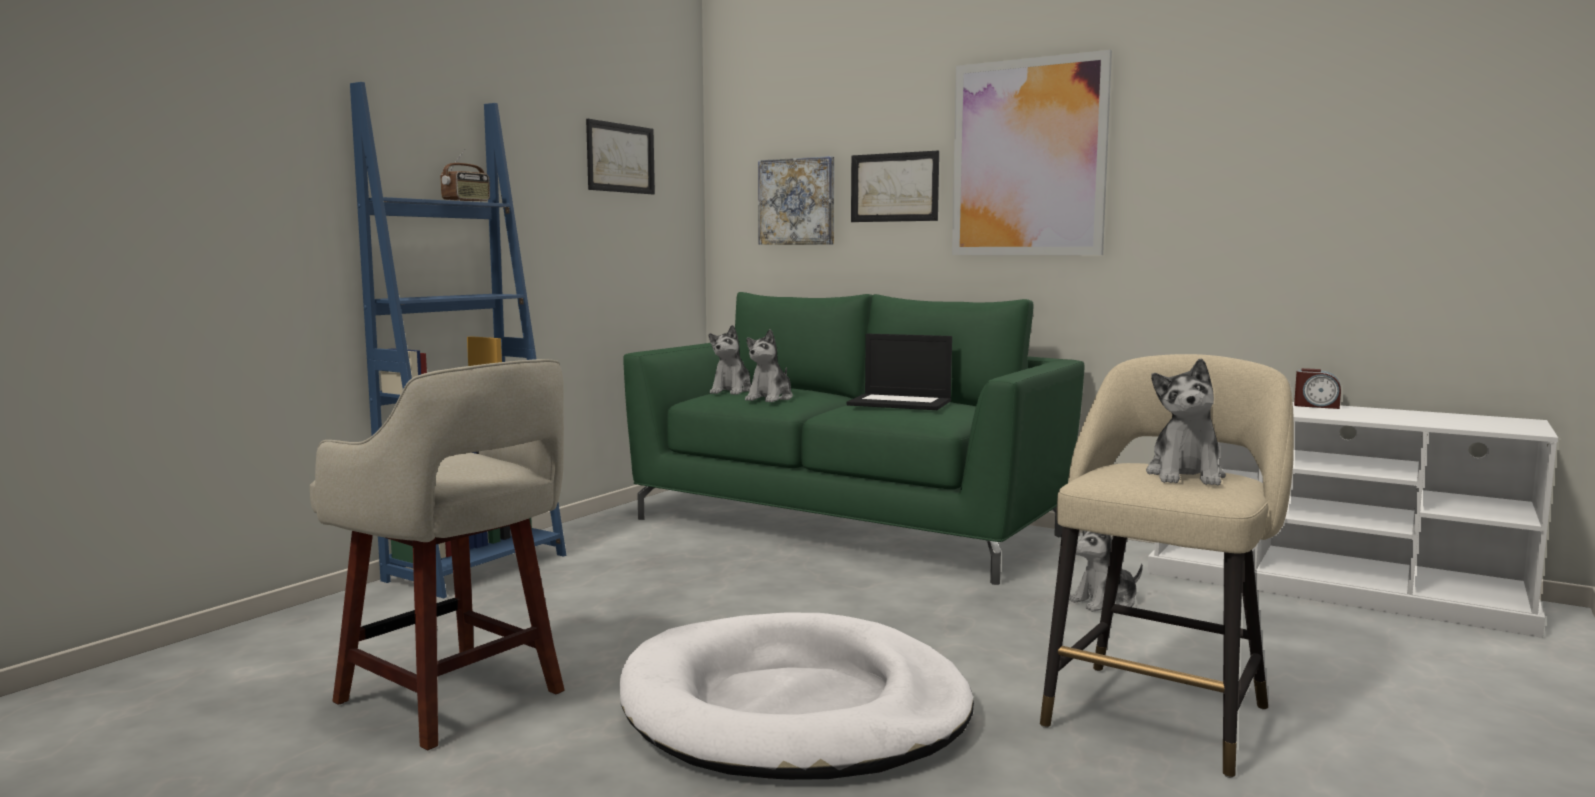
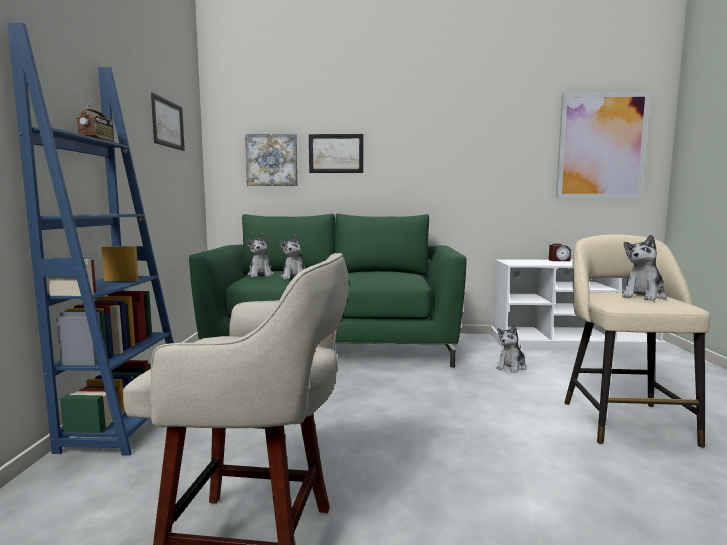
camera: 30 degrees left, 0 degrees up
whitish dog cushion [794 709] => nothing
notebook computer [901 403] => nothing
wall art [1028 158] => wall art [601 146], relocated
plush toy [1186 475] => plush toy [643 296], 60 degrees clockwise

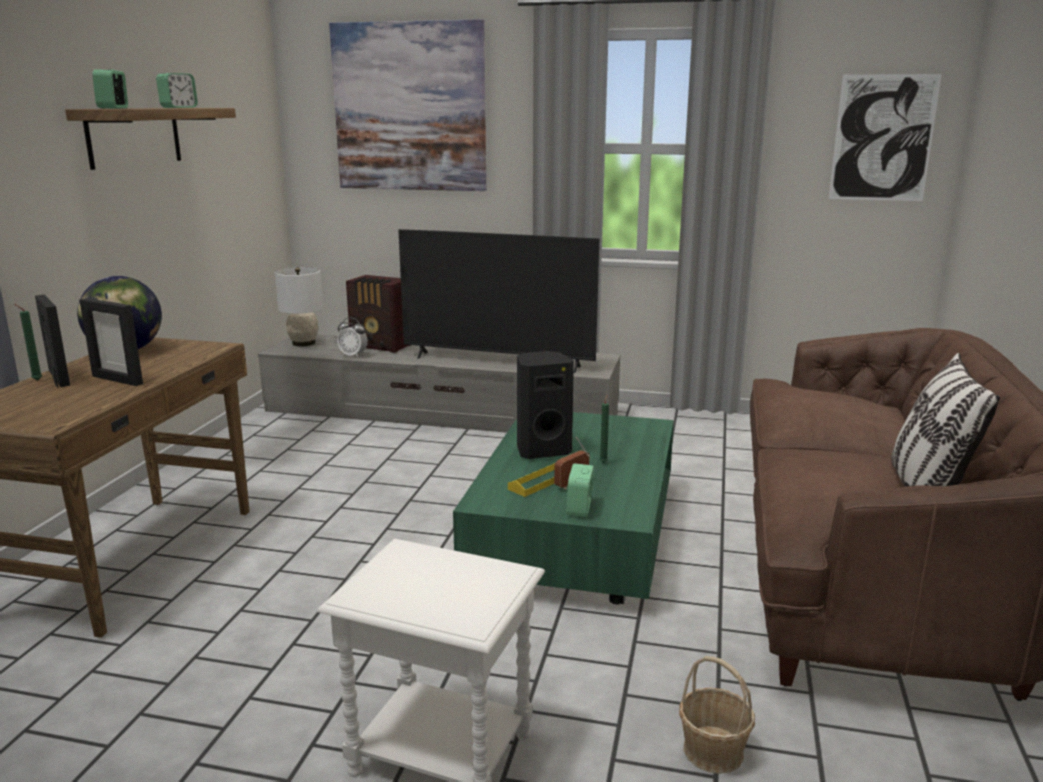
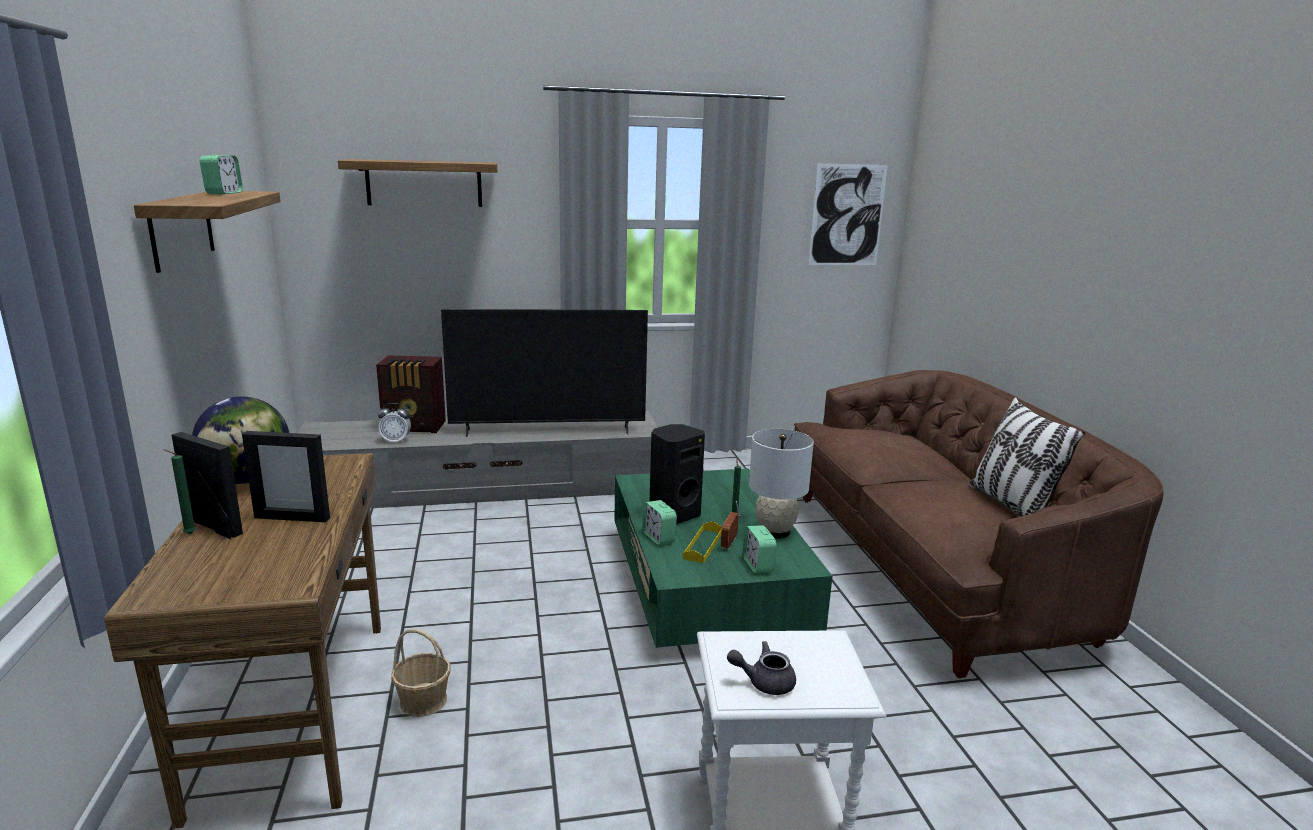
camera: 25 degrees left, 0 degrees up
nothing => grey pot for tea [764 682]
bedside clock [113 108] => bedside clock [658 538], relocated
whitish lamp for a table [303 343] => whitish lamp for a table [774 531], relocated
basket [713 750] => basket [423 701], relocated
wall art [409 107] => shelf [424 183]

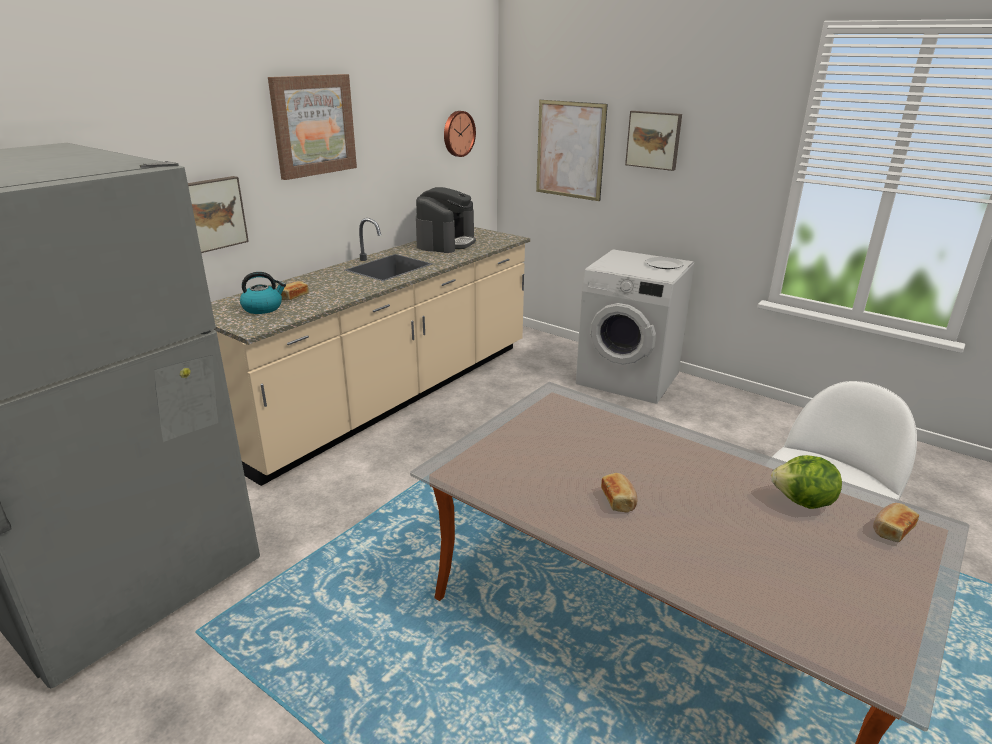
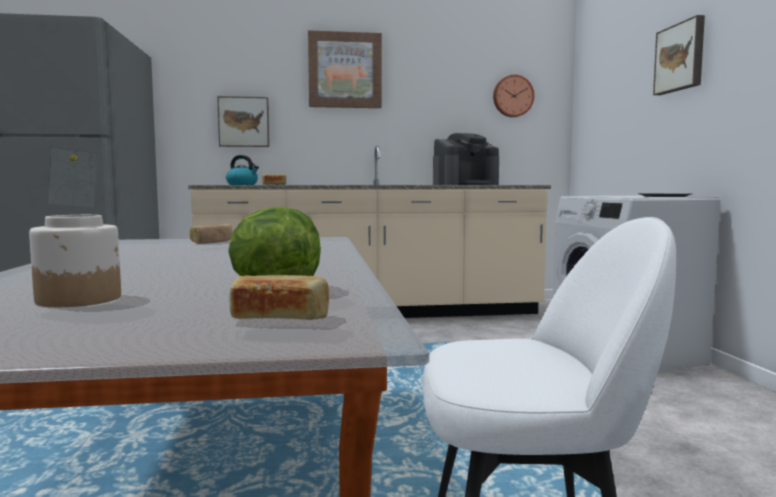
camera: 45 degrees right, 20 degrees down
wall art [570 150] => nothing
nothing => storage jar [80 299]
bread [619 500] => bread [212 242], relocated

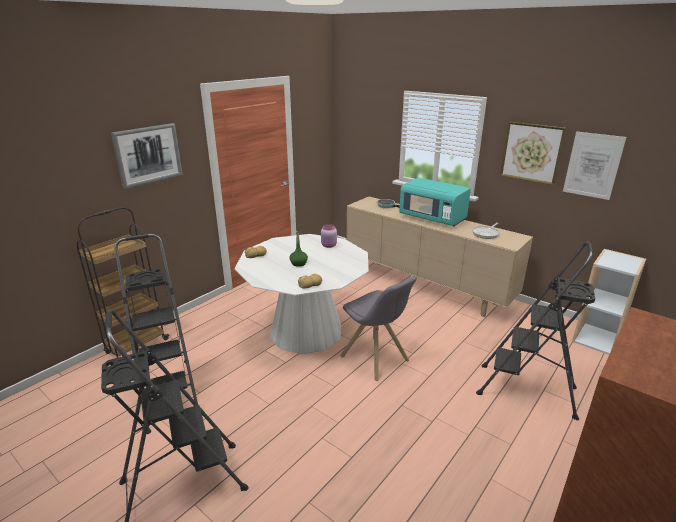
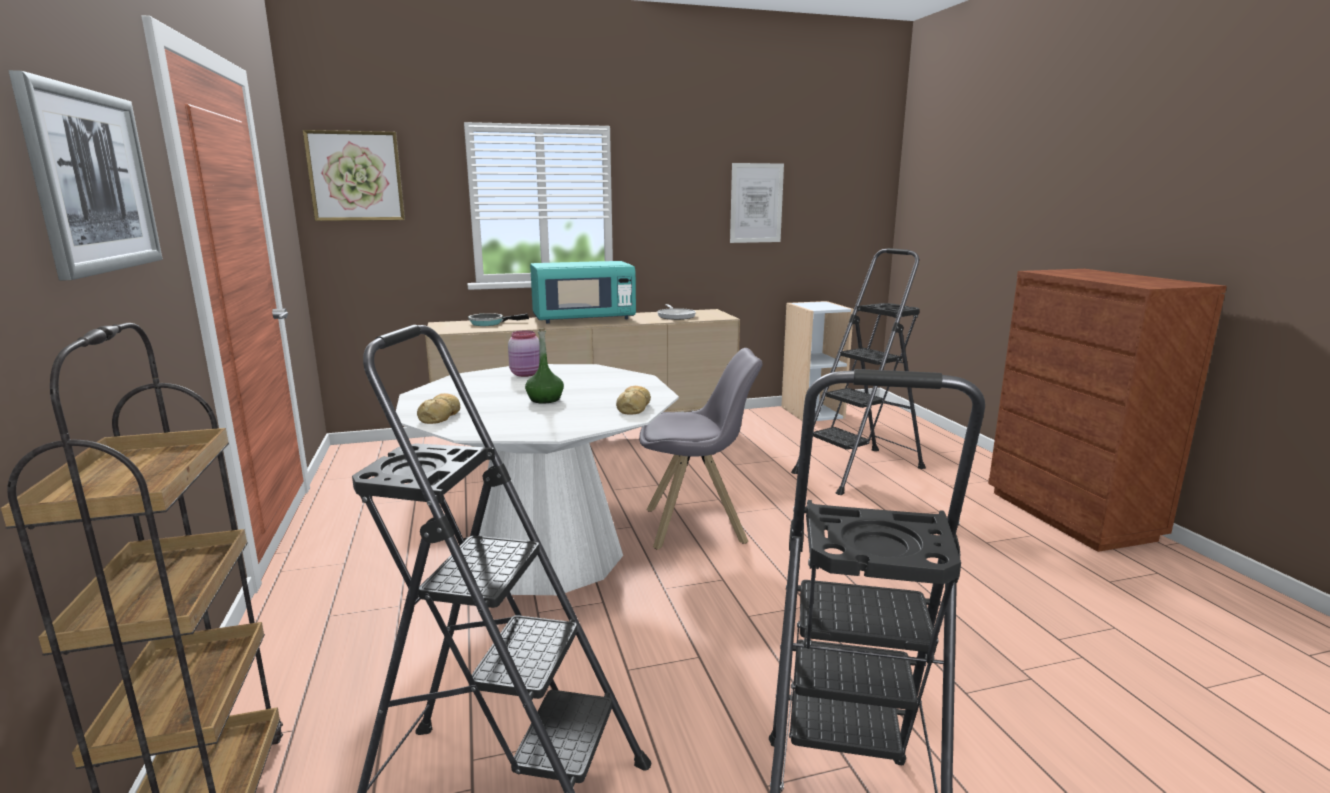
camera: 55 degrees left, 10 degrees down
wall art [531 152] => wall art [355 176], relocated

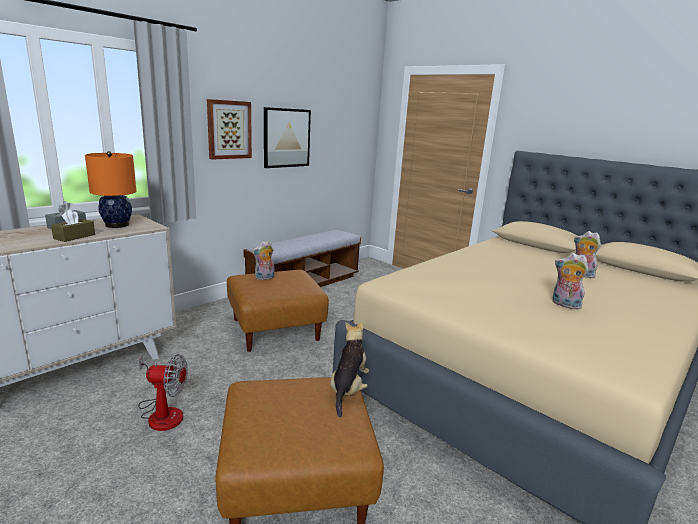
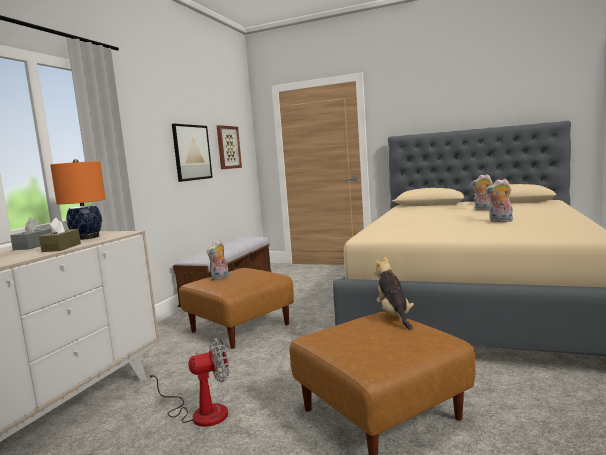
camera: 20 degrees left, 10 degrees down
wall art [229 129] => wall art [228 147], relocated

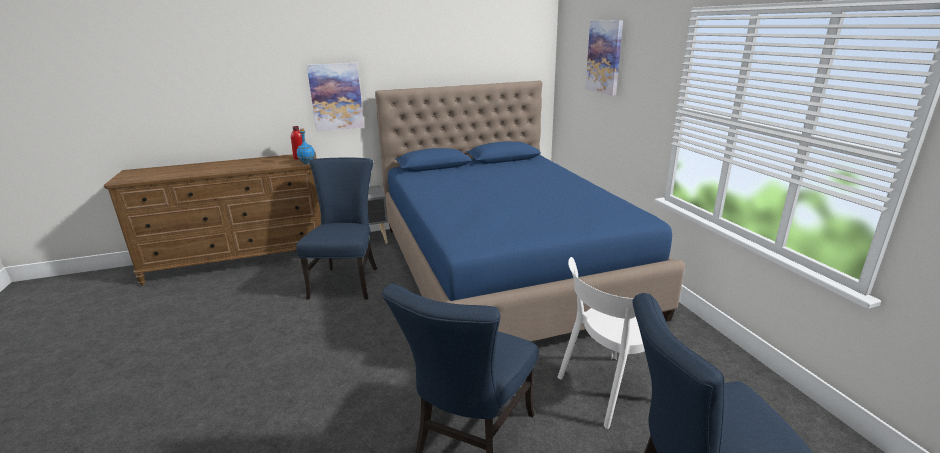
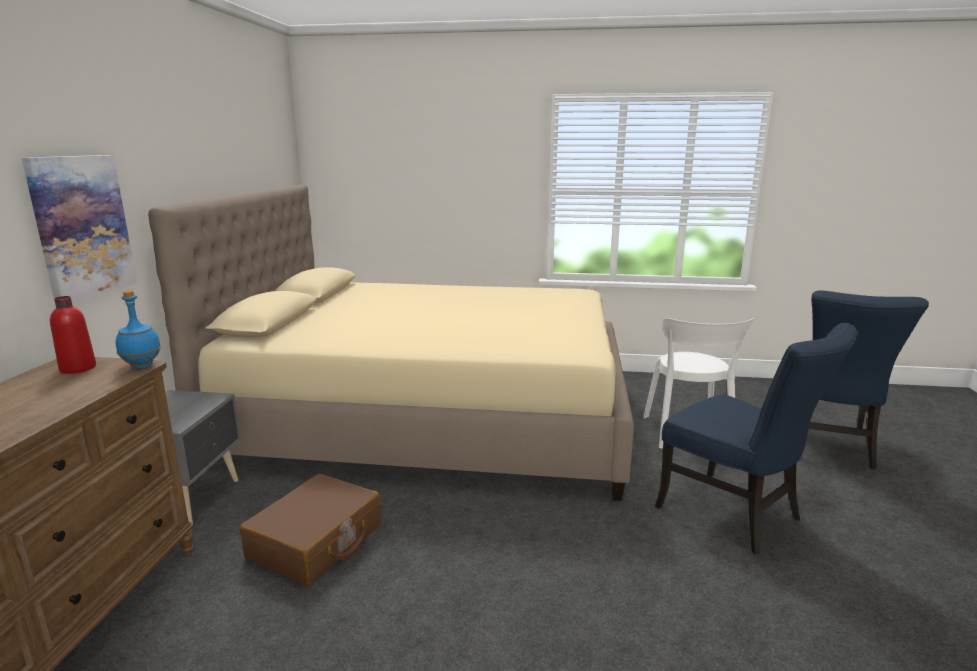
camera: 65 degrees left, 5 degrees down
wall art [604 57] => nothing
blue-coloured plain chair [347 280] => brownish suitcase [316 542]
blue-coloured bed [504 266] => beige-coloured bed [430 417]

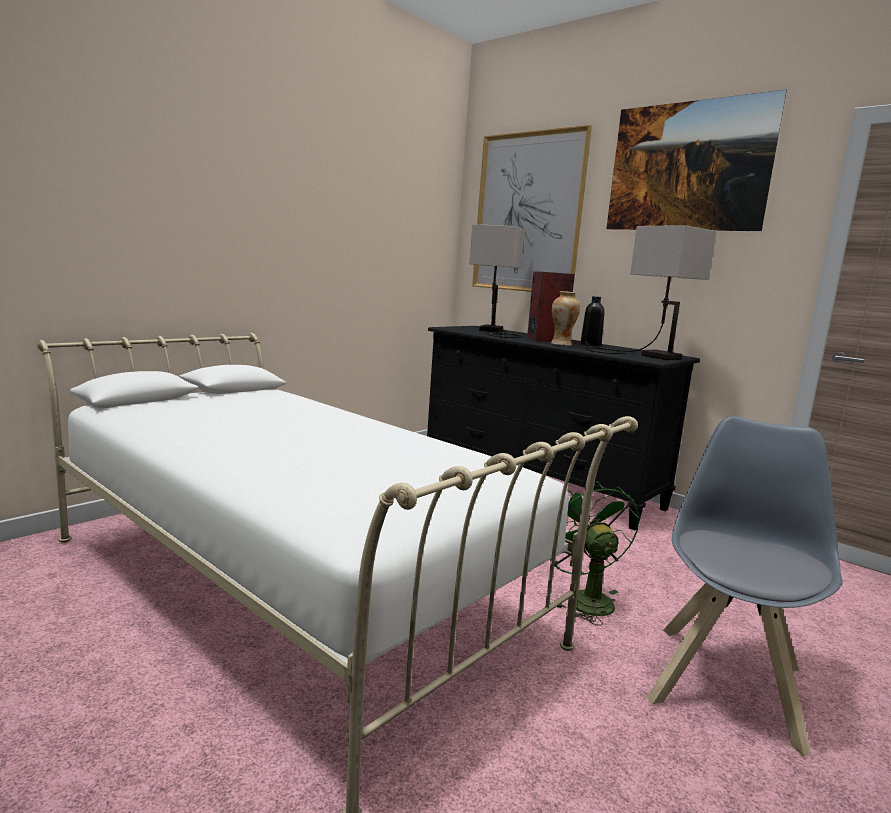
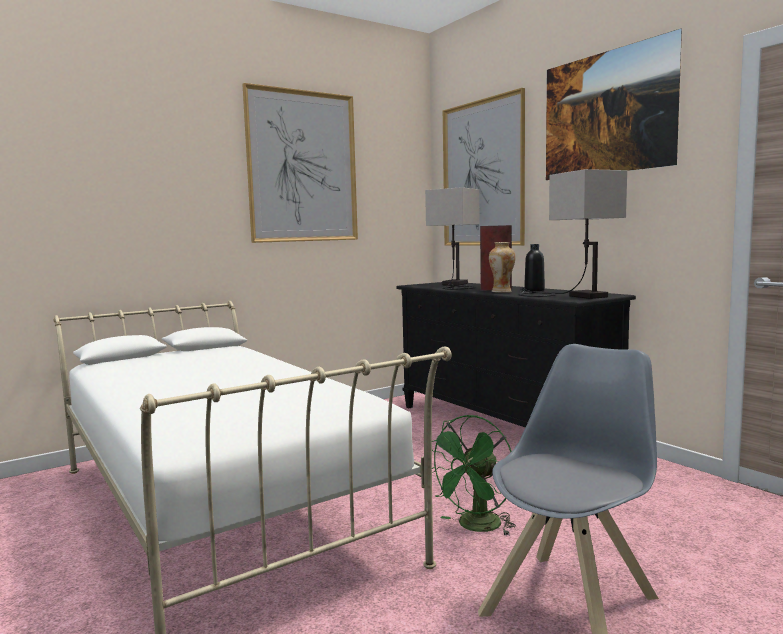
camera: 15 degrees right, 5 degrees down
nothing => wall art [303 167]
green-coloured fan [583 598] => green-coloured fan [475 527], 135 degrees counterclockwise

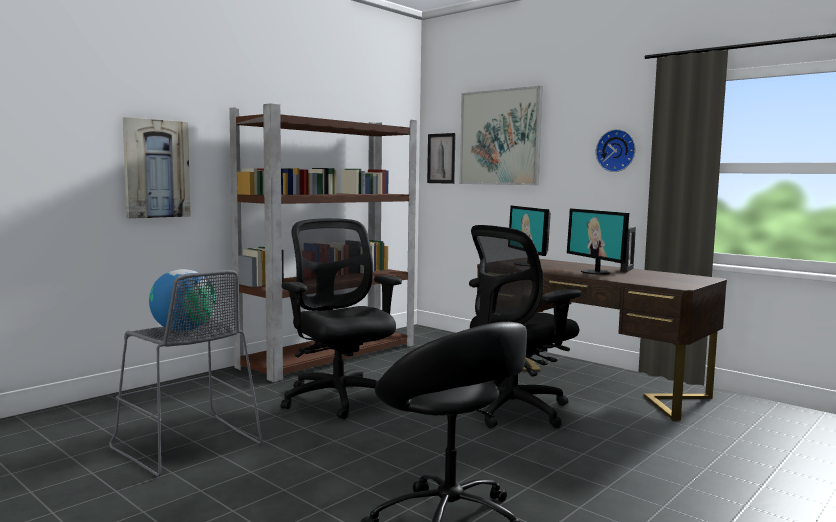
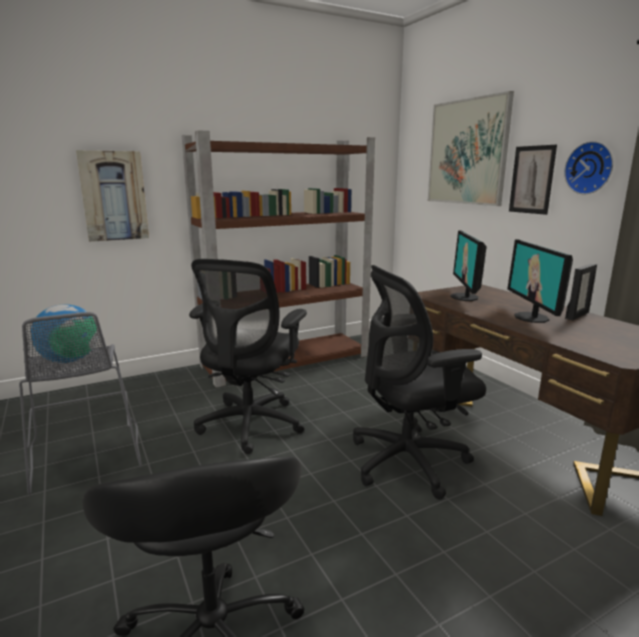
camera: 20 degrees right, 10 degrees up
wall art [441 158] => wall art [532 180], relocated
blackish office chair [341 401] => blackish office chair [252 420], 150 degrees counterclockwise

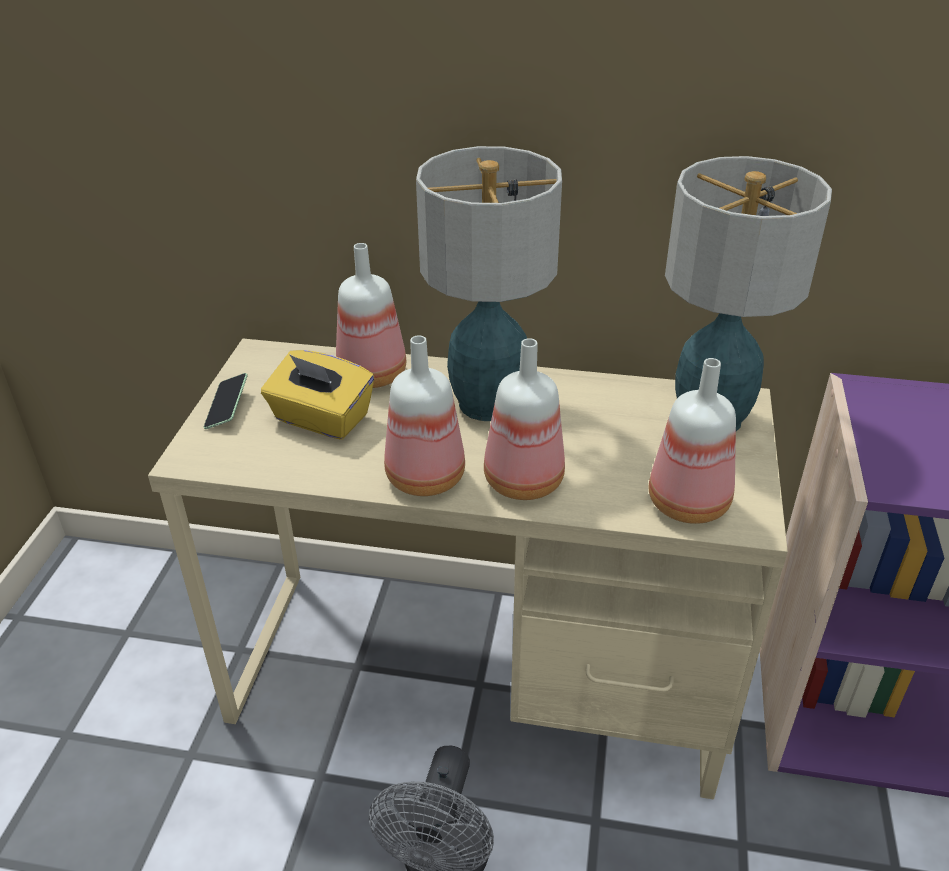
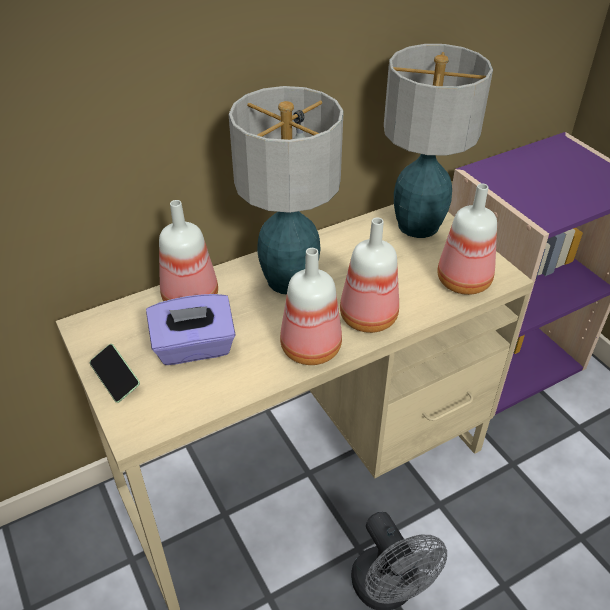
camera: 40 degrees left, 5 degrees up
yellow-coloured box of tissues [321 419] => purplish box of tissues [194 348]

